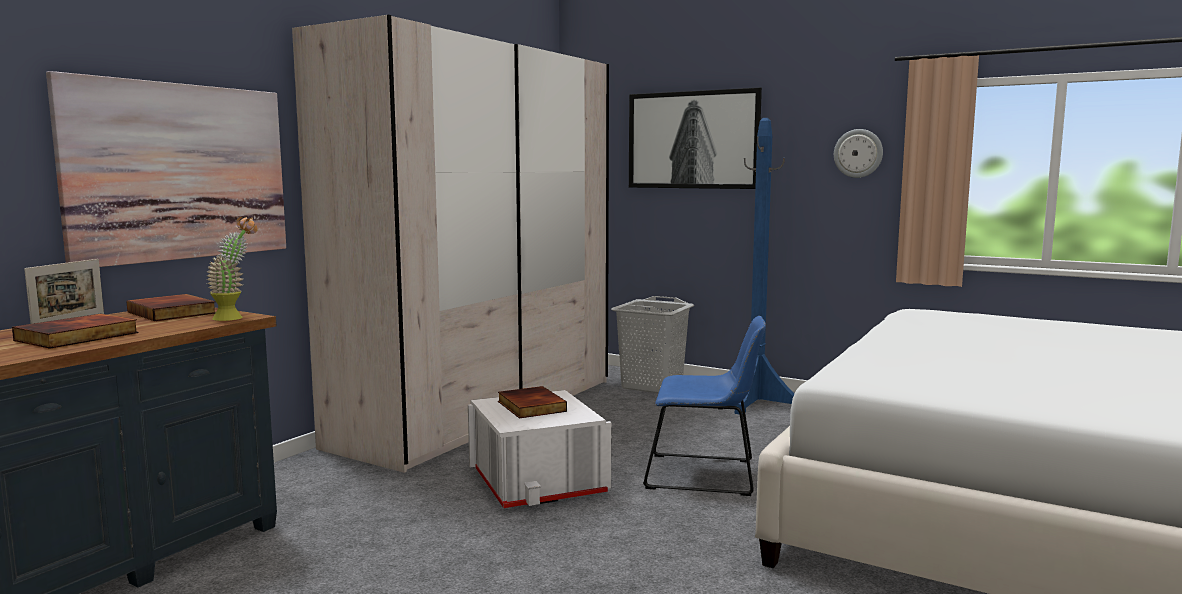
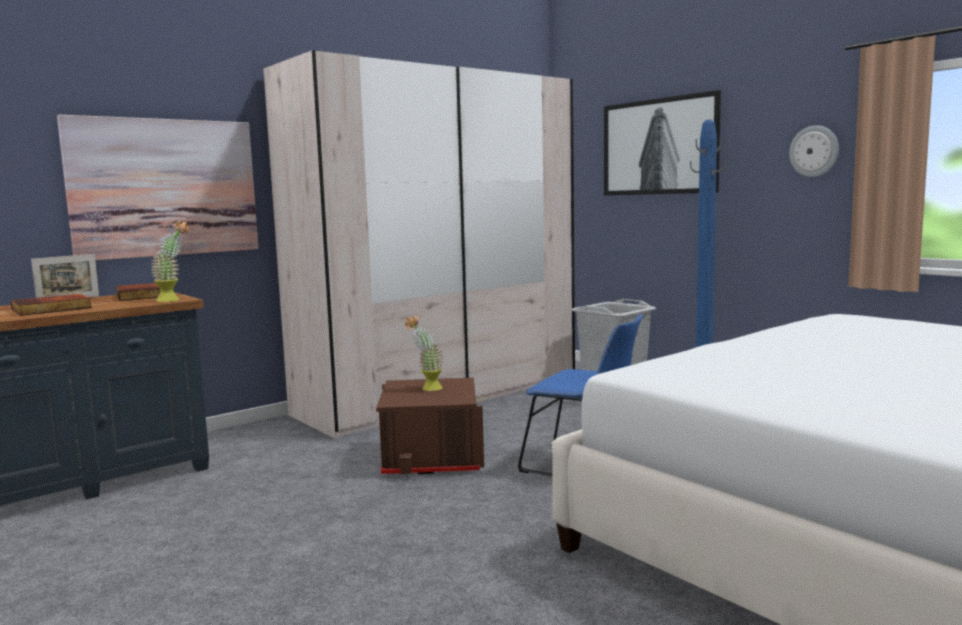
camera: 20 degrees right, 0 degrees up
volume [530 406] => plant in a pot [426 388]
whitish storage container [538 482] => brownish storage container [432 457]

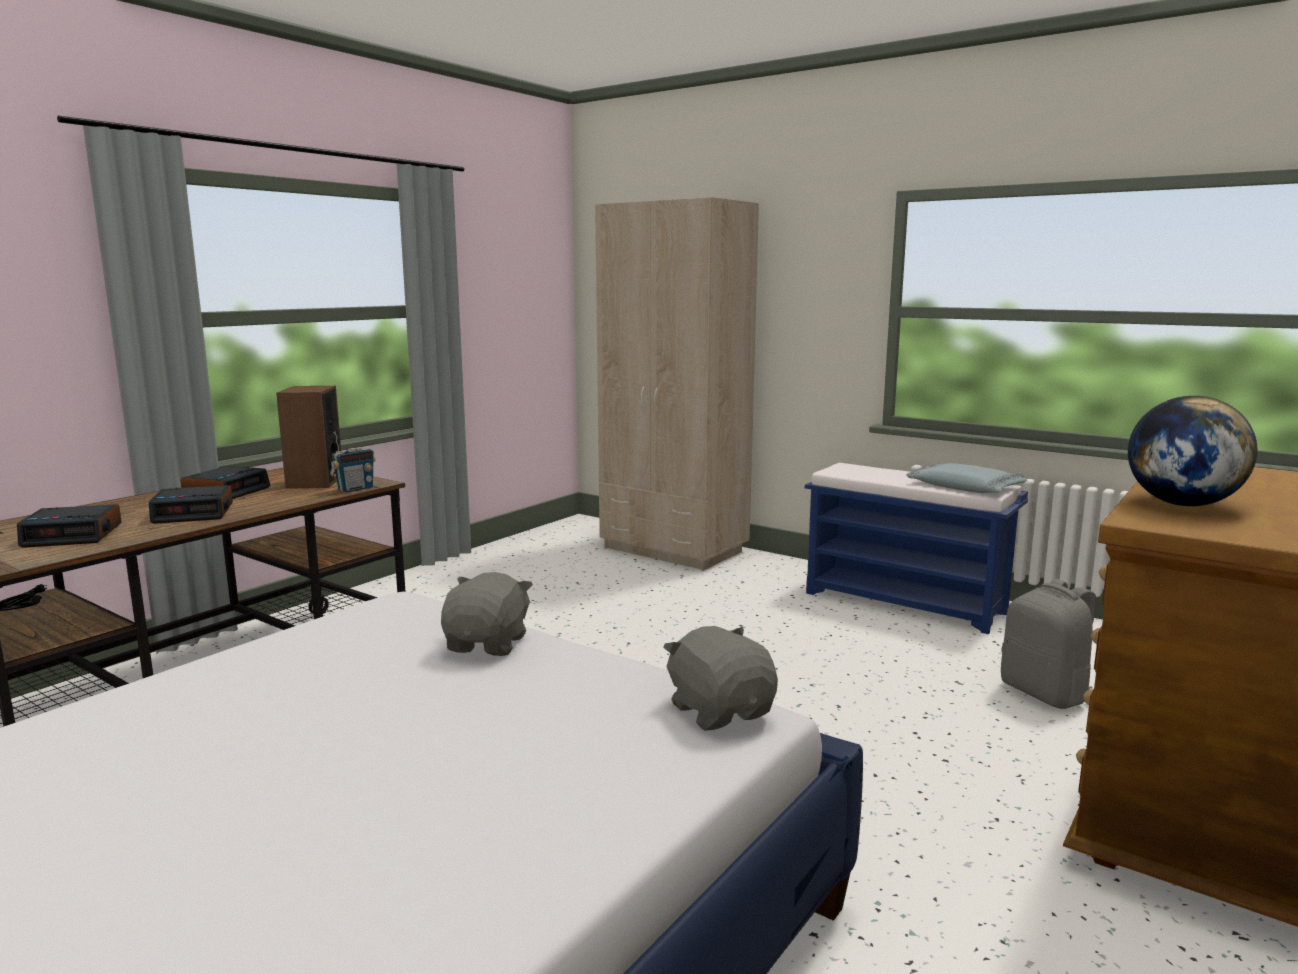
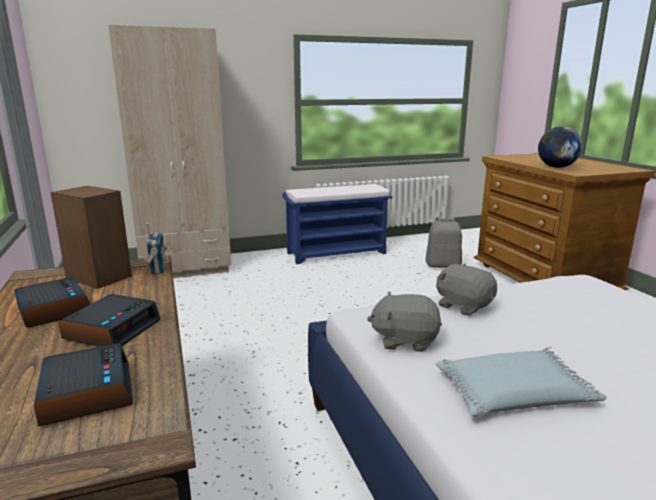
camera: 55 degrees left, 5 degrees up
grey plush toy [720 711] => grey plush toy [405 340], relocated
blue-coloured throw pillow [965 486] => blue-coloured throw pillow [514 390], relocated
bedside clock [74 535] => bedside clock [86 393], 45 degrees counterclockwise

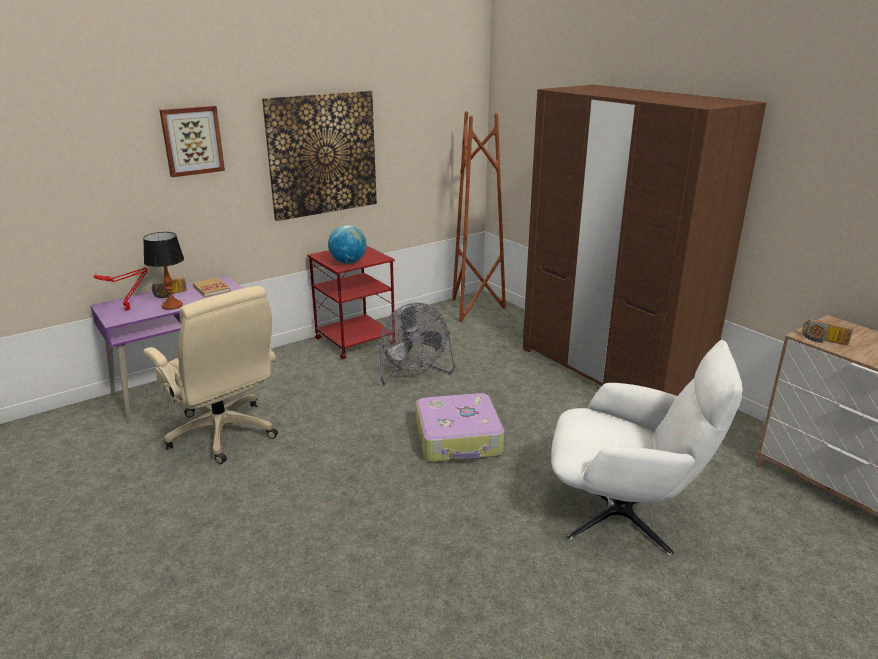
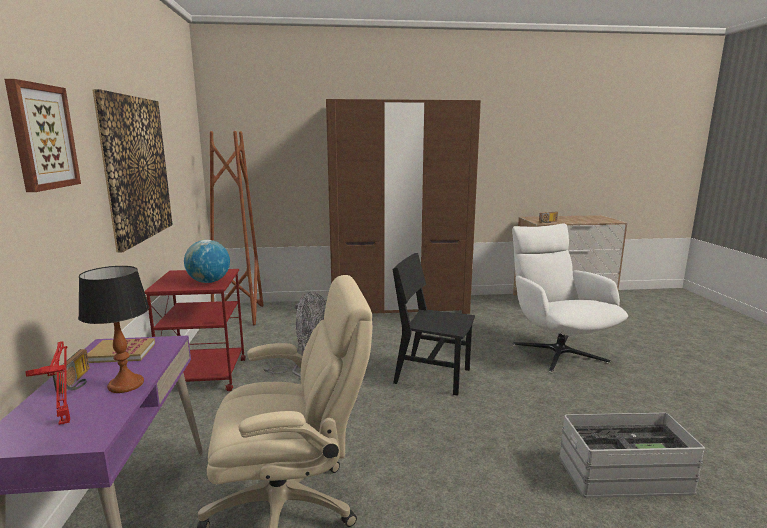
camera: 60 degrees left, 10 degrees down
nothing => grey storage container [624 475]
suitcase [459 439] => blackish plain chair [432 376]
whitish lounge chair [623 514] => whitish lounge chair [557 352], 60 degrees counterclockwise

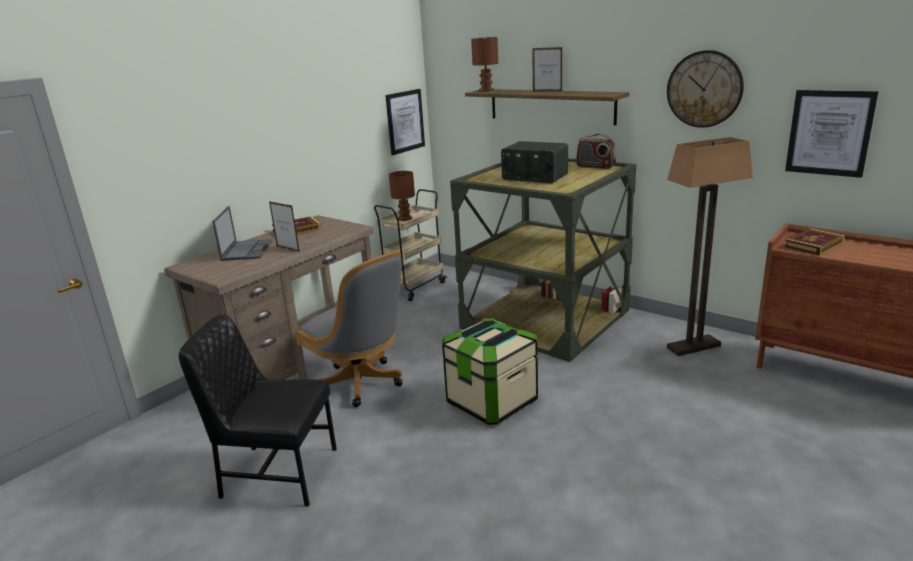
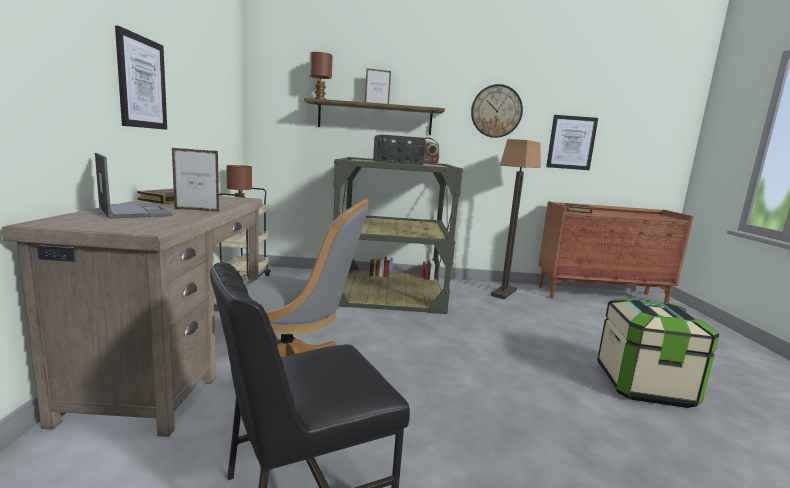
camera: 40 degrees left, 10 degrees down
wall art [405 121] => wall art [142 83], relocated
storage container [492 402] => storage container [644 385], relocated

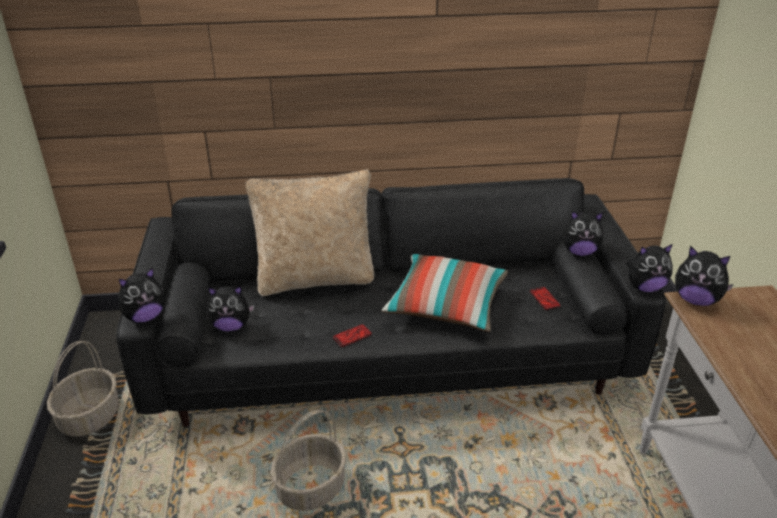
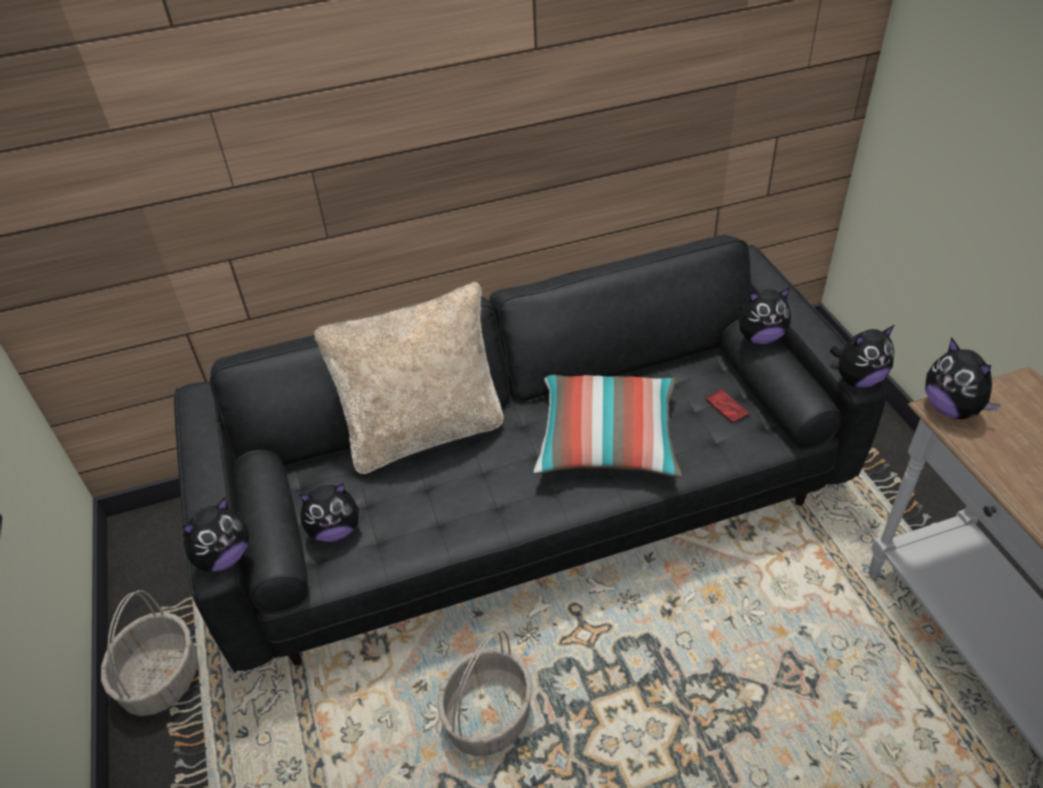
camera: 10 degrees left, 10 degrees up
handset [352 336] => nothing
plush toy [696 300] => plush toy [951 408], 45 degrees clockwise

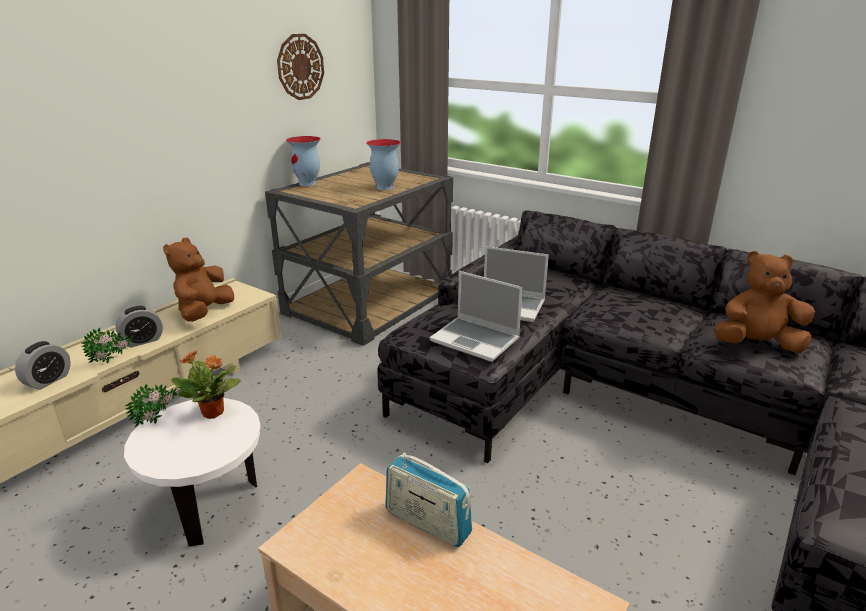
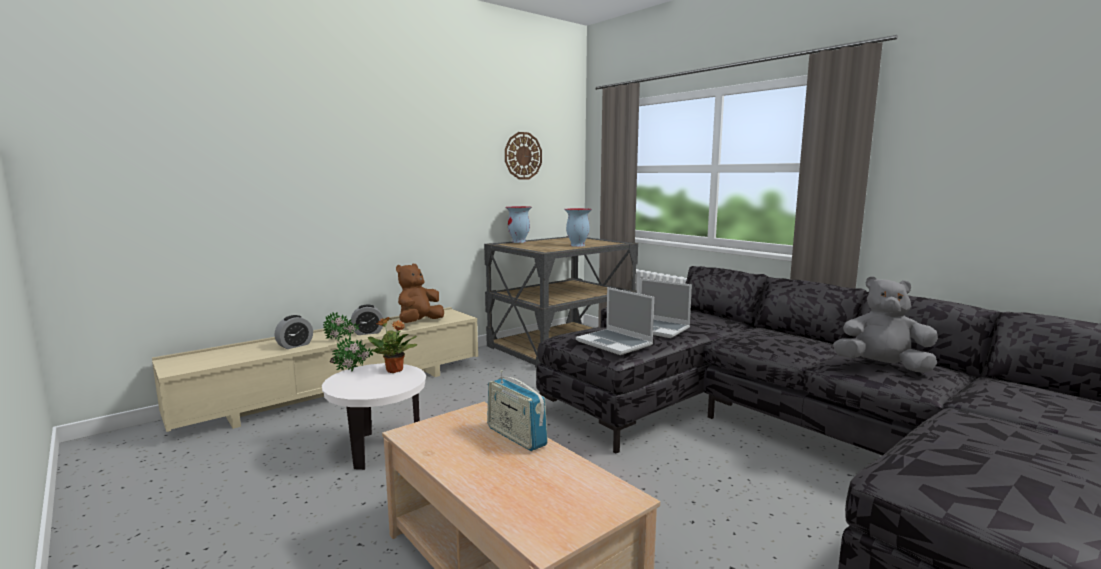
camera: 15 degrees right, 15 degrees down
brownish plush toy [756 345] => grey plush toy [882 366]

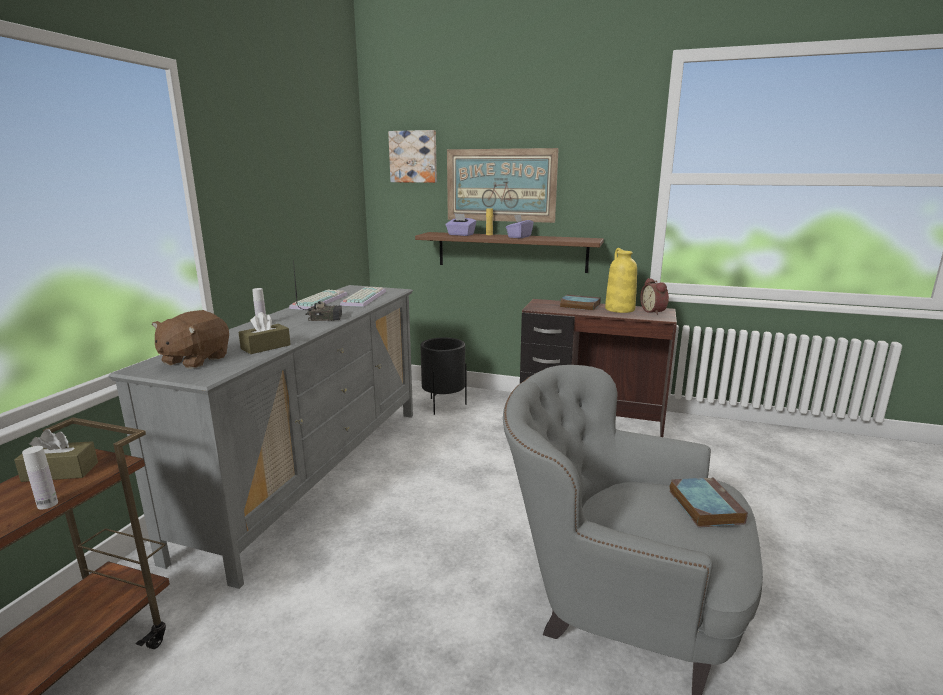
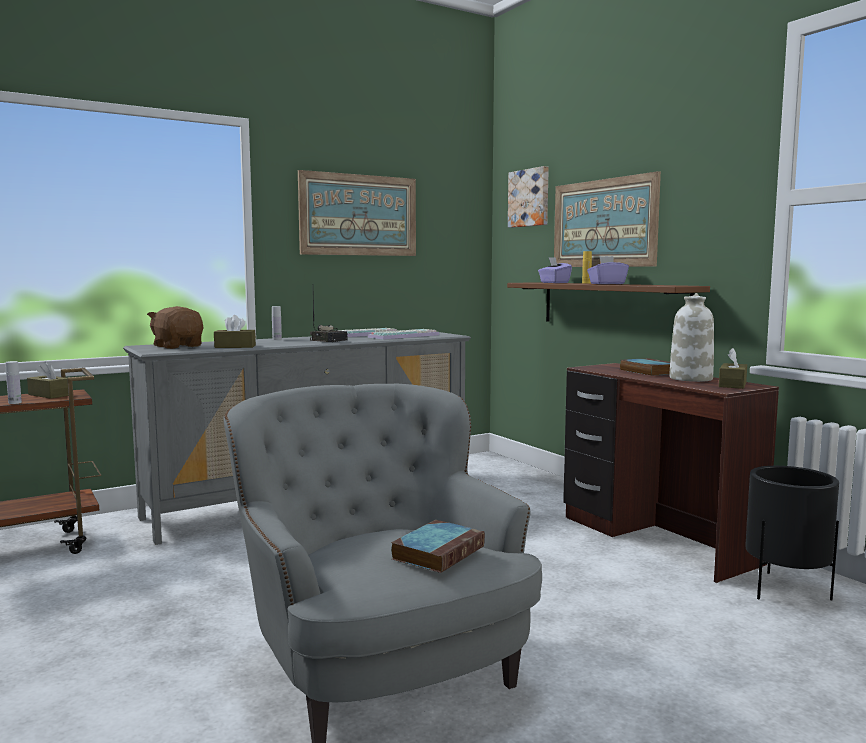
camera: 40 degrees right, 10 degrees down
nothing => wall art [359 215]
blackish planter [443 405] => blackish planter [785 590], relocated
bedside clock [654 311] => brownish box of tissues [732 384]
yellow-coloured vase [619 309] => whitish vase [690 378]
brownish plush toy [194 360] => brownish plush toy [178 346], 75 degrees clockwise

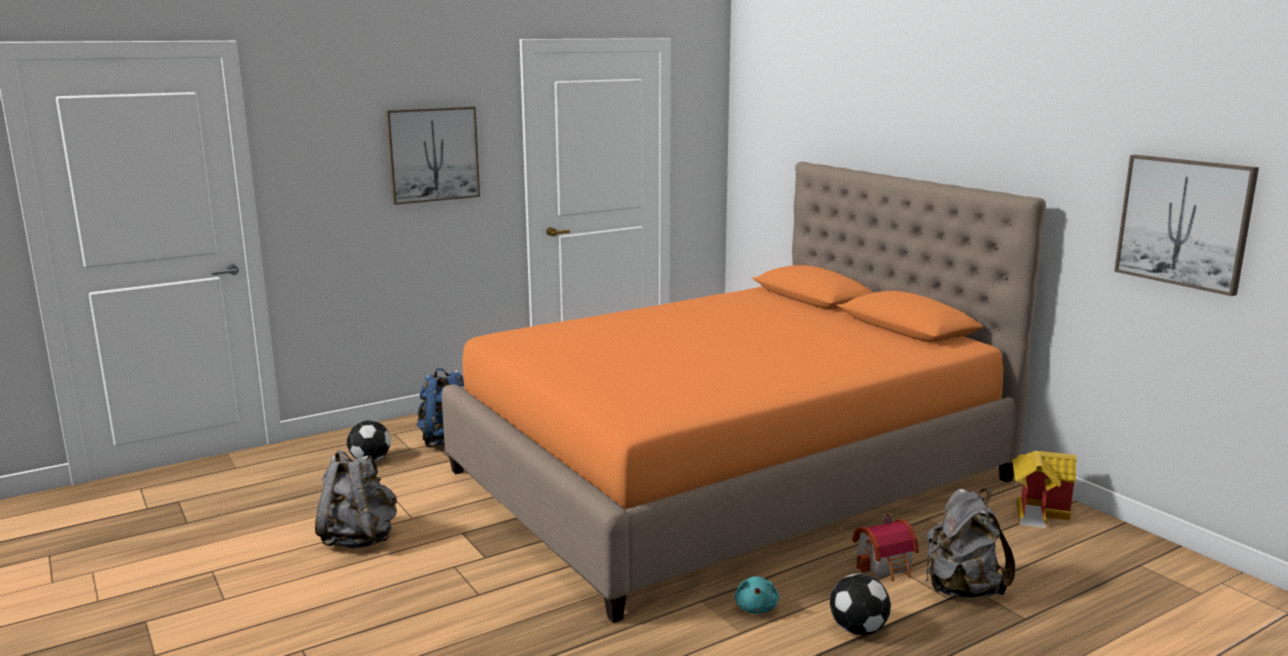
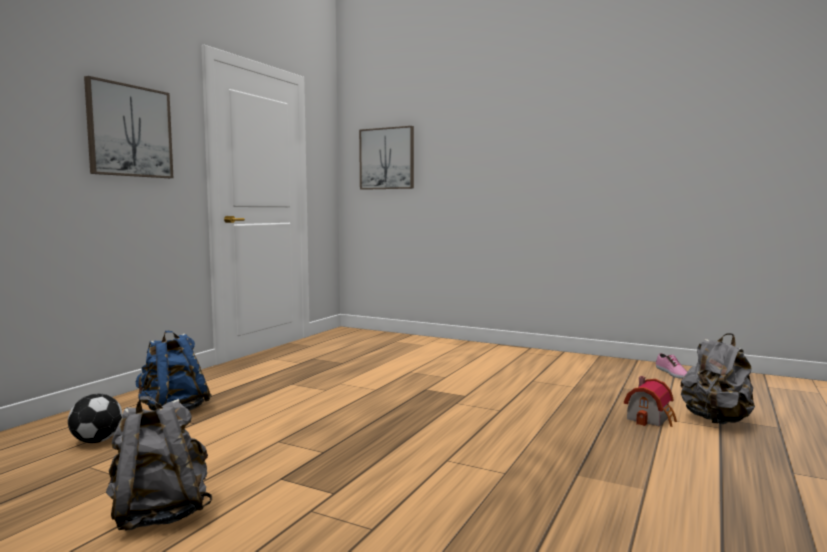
camera: 30 degrees left, 10 degrees down
orange-coloured bed [730 475] => nothing
turquoise plush toy [756 608] => nothing
football [858 630] => nothing
wall art [1184 222] => wall art [387 158], relocated
model house [1038 513] => low shoe [671 373]

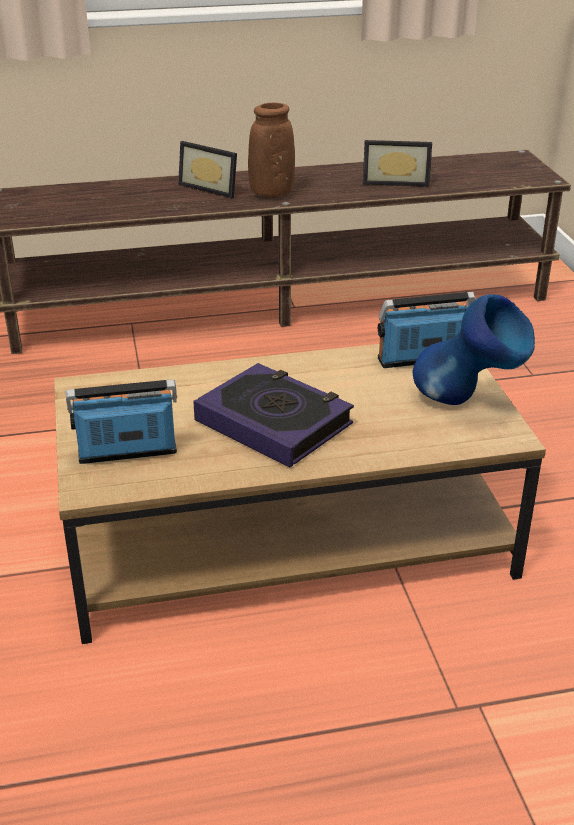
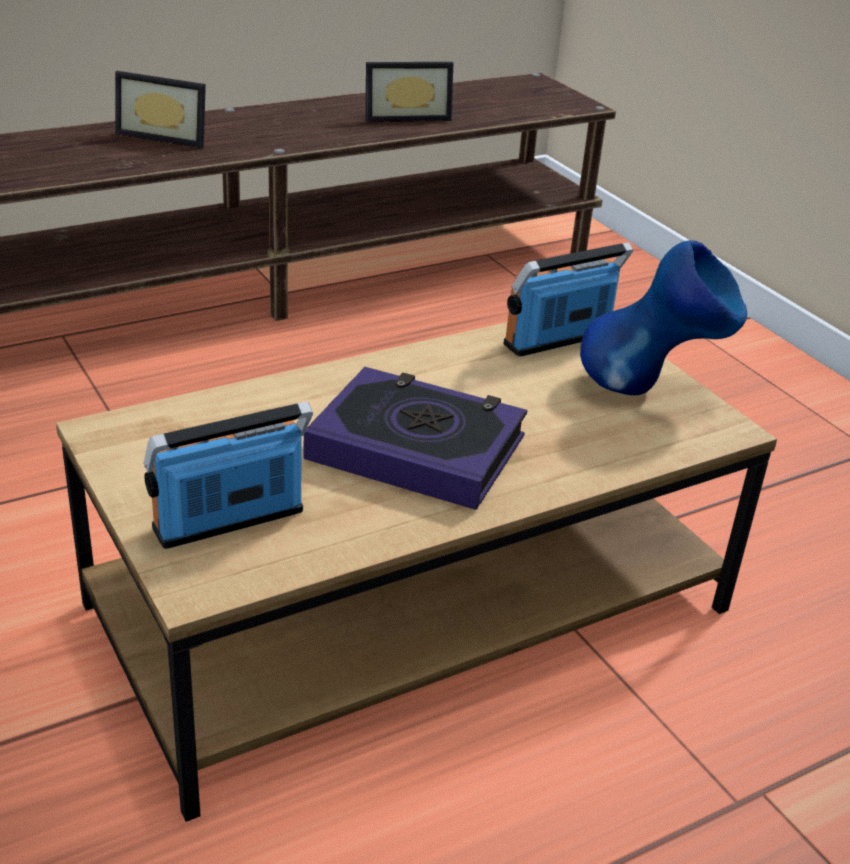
camera: 20 degrees left, 0 degrees up
brownish vase [271 193] => nothing

